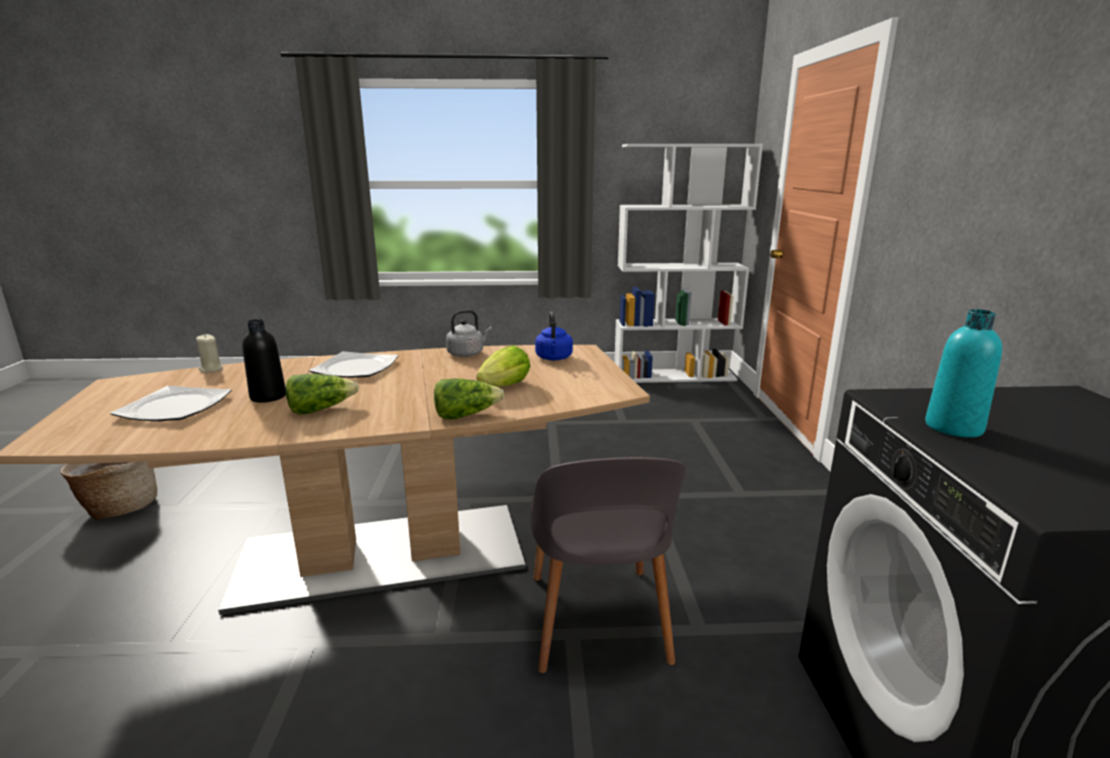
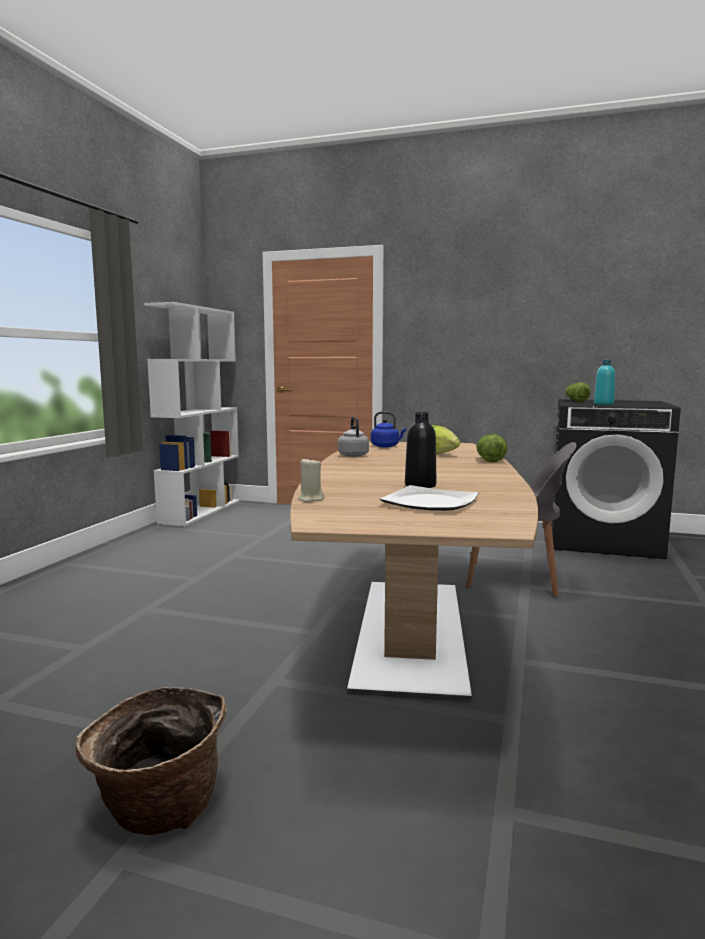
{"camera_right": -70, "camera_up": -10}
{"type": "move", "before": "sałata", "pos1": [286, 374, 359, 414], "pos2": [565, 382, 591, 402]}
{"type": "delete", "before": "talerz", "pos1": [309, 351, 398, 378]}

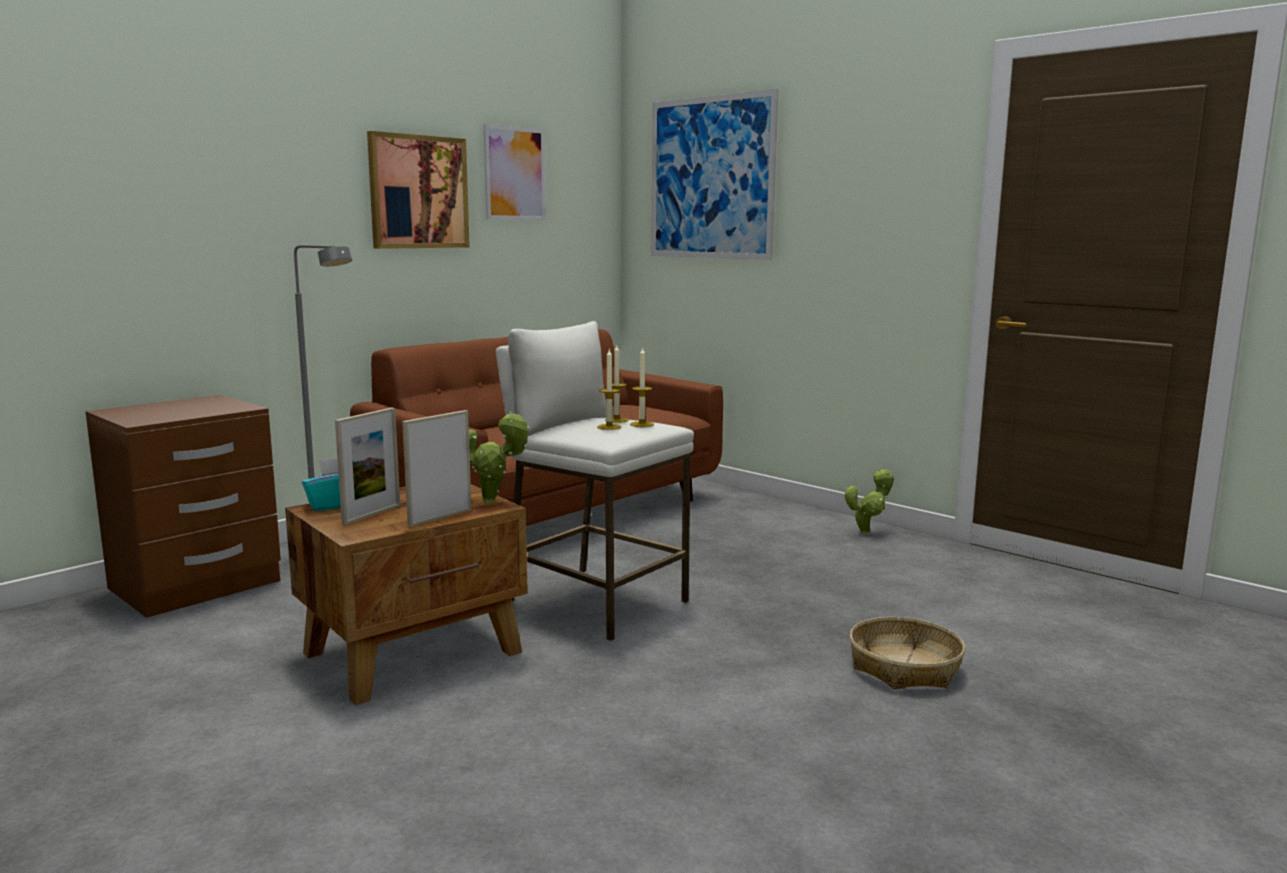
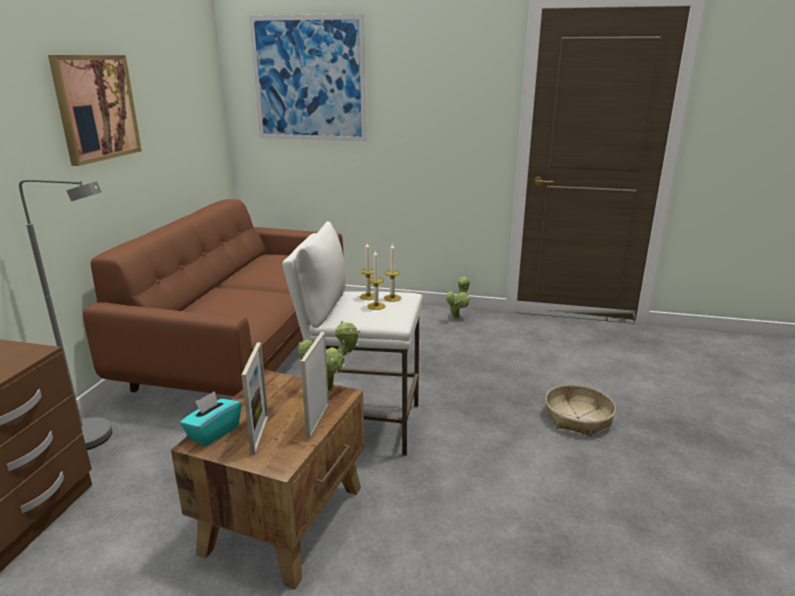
{"camera_right": -30, "camera_up": 10}
{"type": "delete", "before": "obraz", "pos1": [484, 124, 546, 220]}

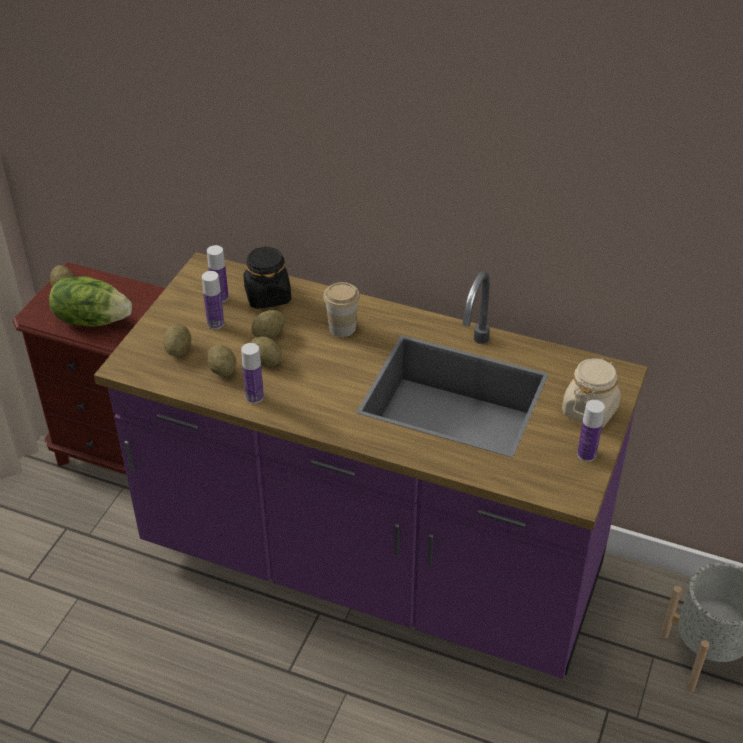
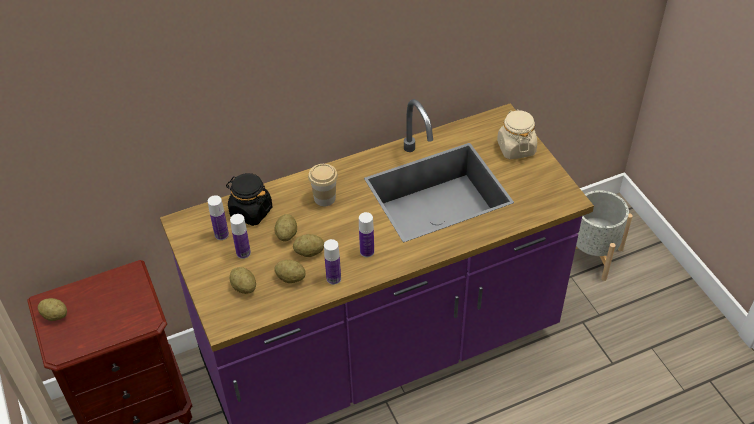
{"camera_right": -45, "camera_up": 5}
{"type": "move", "before": "butelka", "pos1": [577, 400, 605, 462], "pos2": [359, 212, 374, 257]}
{"type": "delete", "before": "sałata", "pos1": [49, 277, 132, 327]}

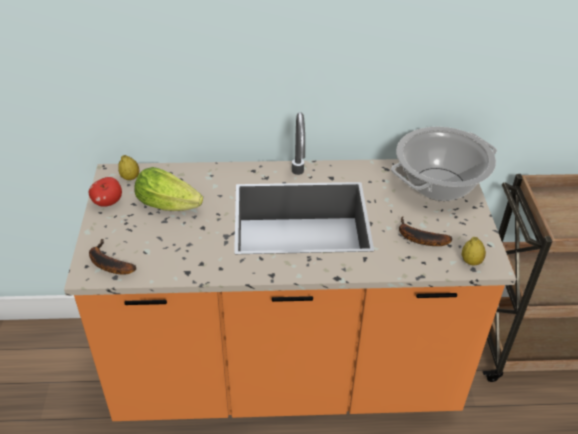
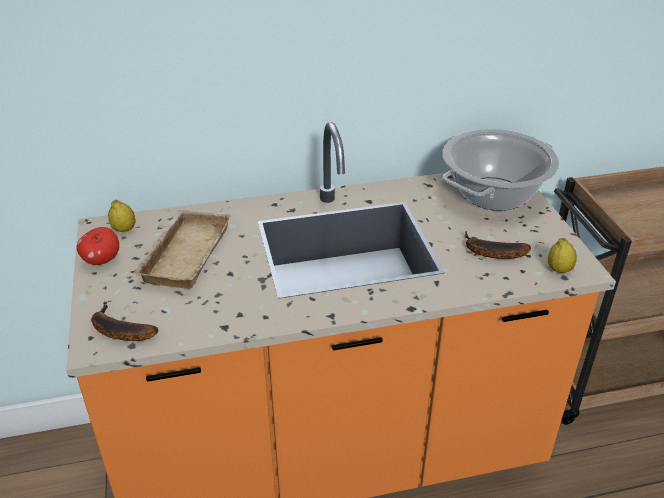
{"camera_right": -10, "camera_up": -5}
{"type": "replace", "before": "sałata", "after": "taca/beżowy", "pos1": [134, 167, 203, 211], "pos2": [133, 210, 231, 289]}

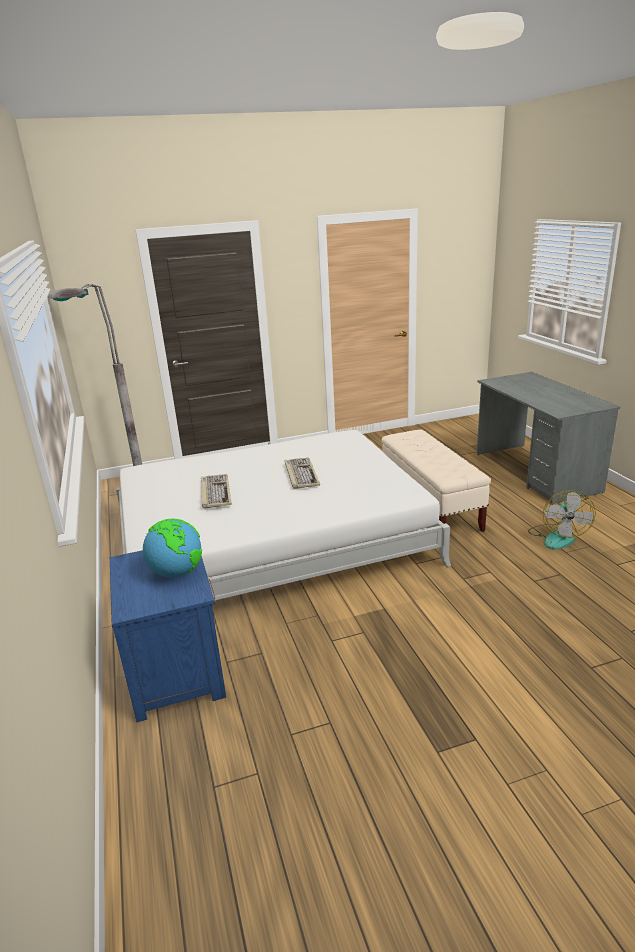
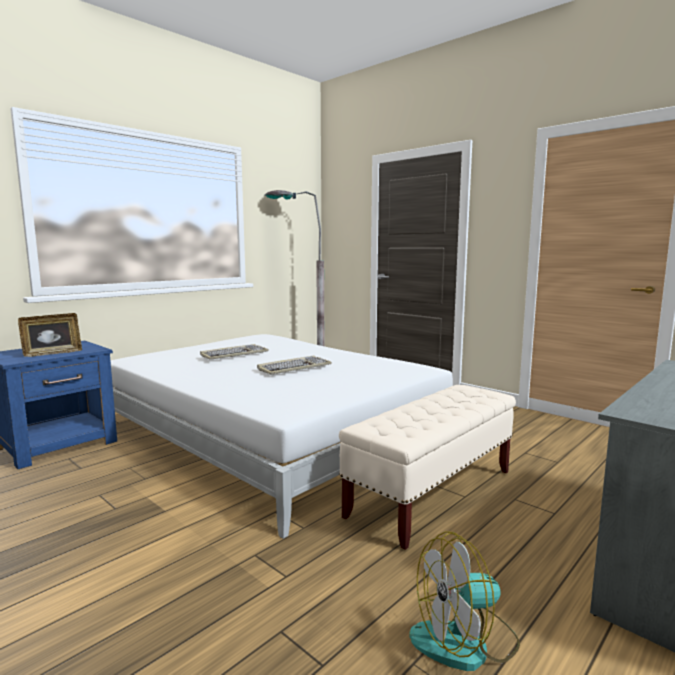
{"camera_right": 60, "camera_up": -15}
{"type": "replace", "before": "globus", "after": "ramka na zdjęcie", "pos1": [143, 519, 202, 578], "pos2": [18, 313, 82, 357]}

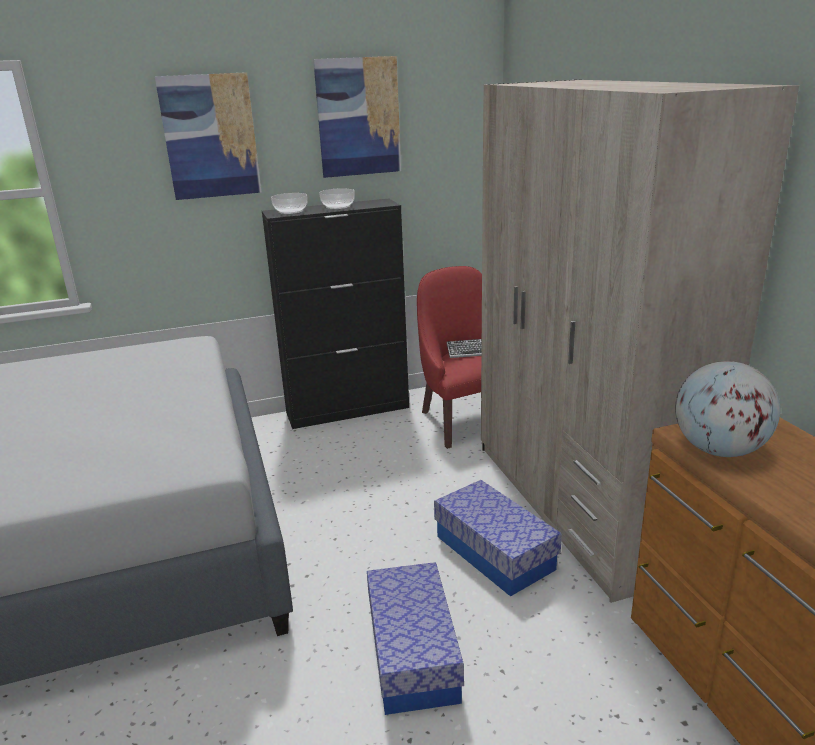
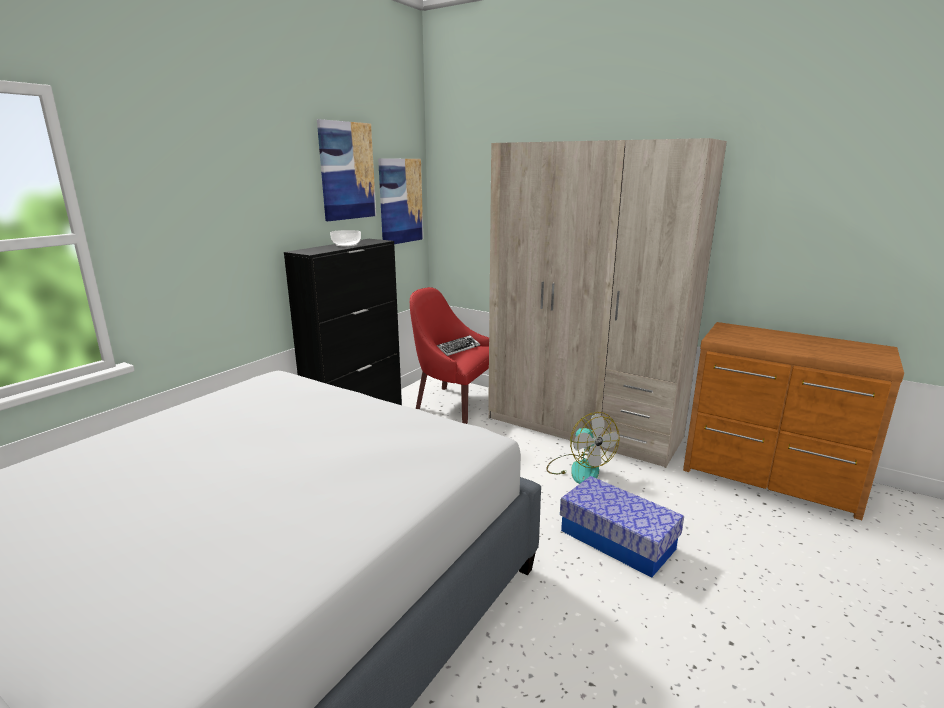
{"camera_right": -40, "camera_up": -5}
{"type": "move", "before": "obraz", "pos1": [155, 72, 262, 200], "pos2": [378, 158, 423, 244]}
{"type": "replace", "before": "pojemnik do przechowywania", "after": "wentylator", "pos1": [434, 480, 562, 597], "pos2": [546, 412, 619, 484]}
{"type": "delete", "before": "miska", "pos1": [271, 193, 308, 214]}
{"type": "delete", "before": "globus", "pos1": [675, 361, 780, 457]}

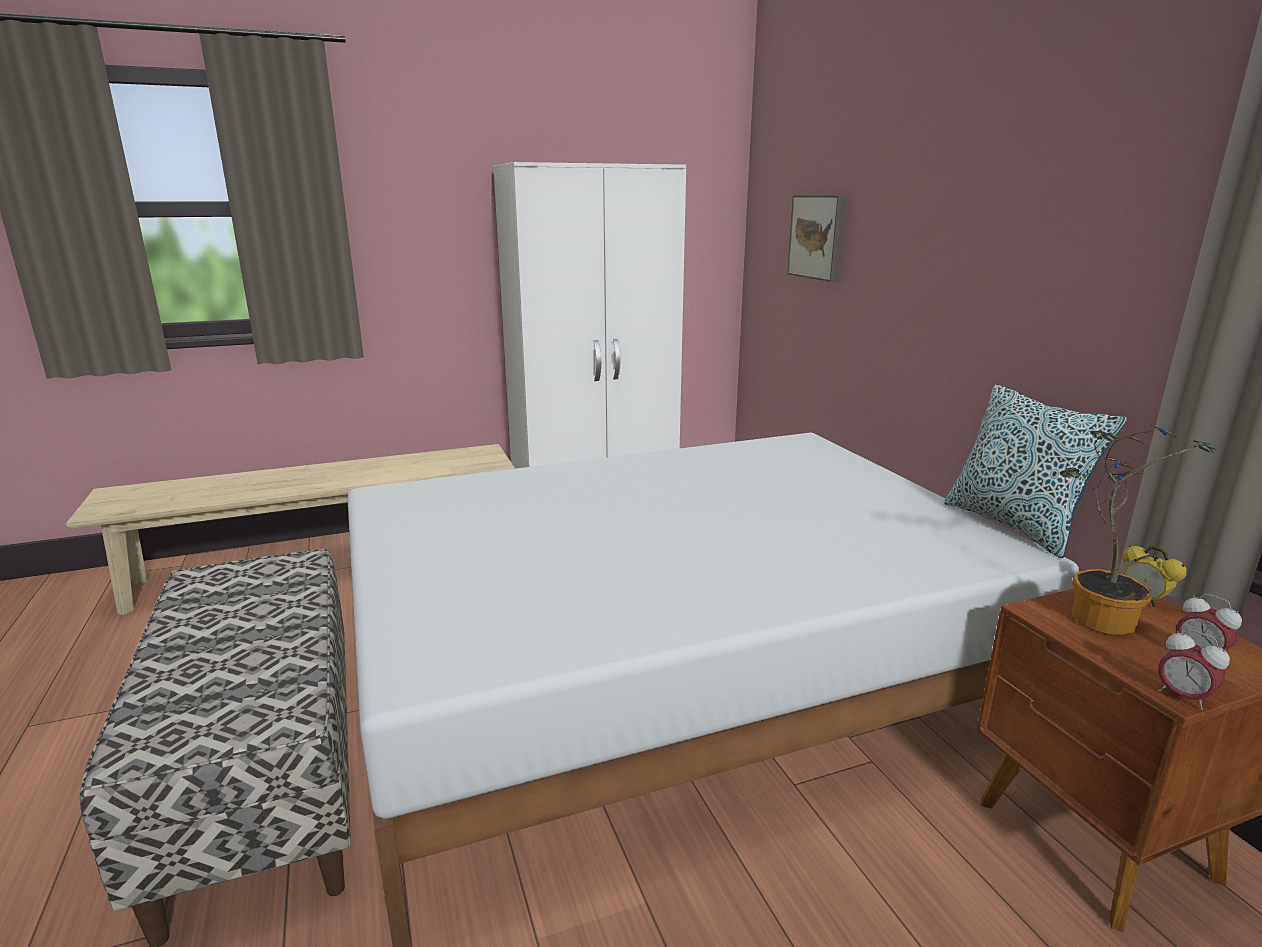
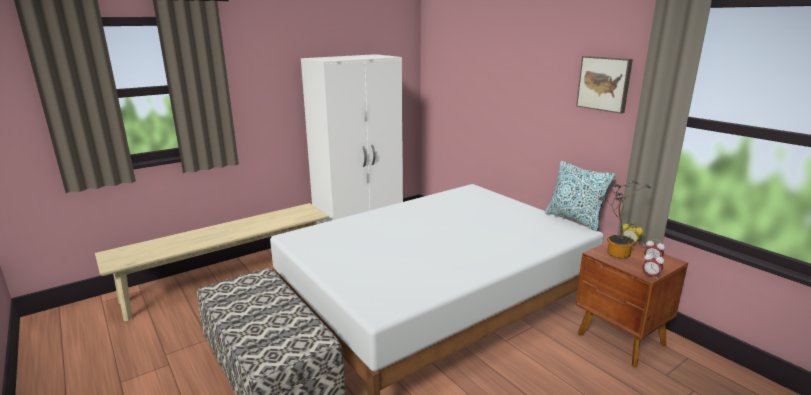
{"camera_right": -15, "camera_up": 0}
{"type": "move", "before": "obraz", "pos1": [787, 195, 847, 282], "pos2": [576, 56, 633, 114]}

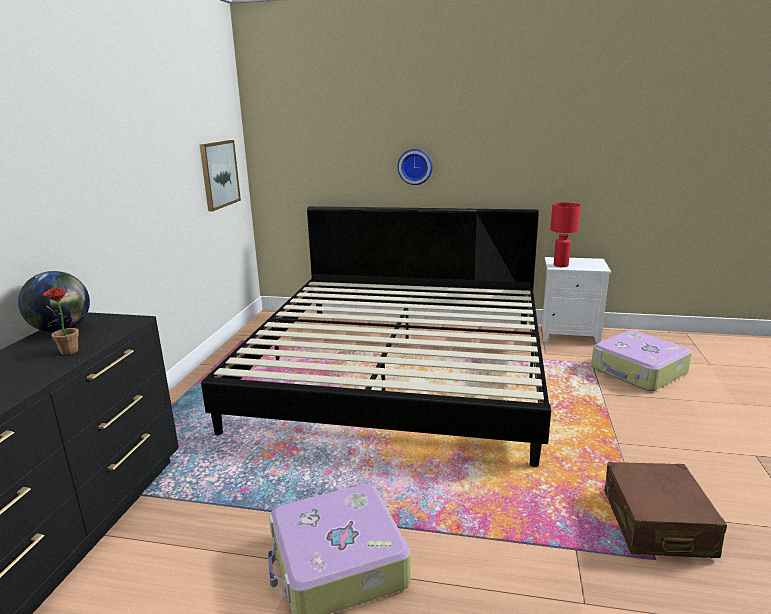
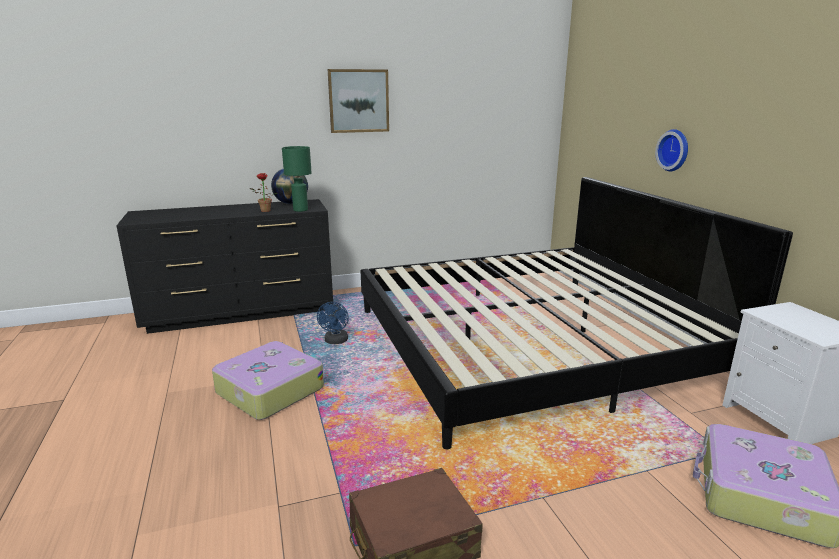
{"camera_right": 60, "camera_up": 0}
{"type": "insert", "after": "lampa stołowa/zielony", "pos2": [282, 146, 312, 212]}
{"type": "insert", "after": "wentylator/niebieski", "pos2": [317, 302, 349, 344]}
{"type": "move", "before": "obraz", "pos1": [200, 140, 241, 211], "pos2": [328, 69, 389, 133]}
{"type": "delete", "before": "lampa stołowa/czerwony", "pos1": [550, 203, 581, 267]}

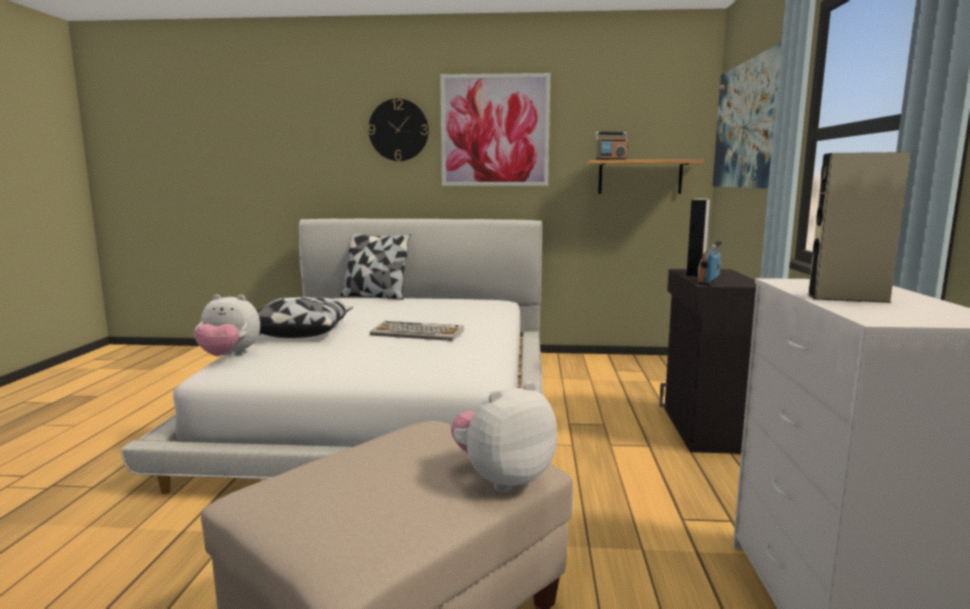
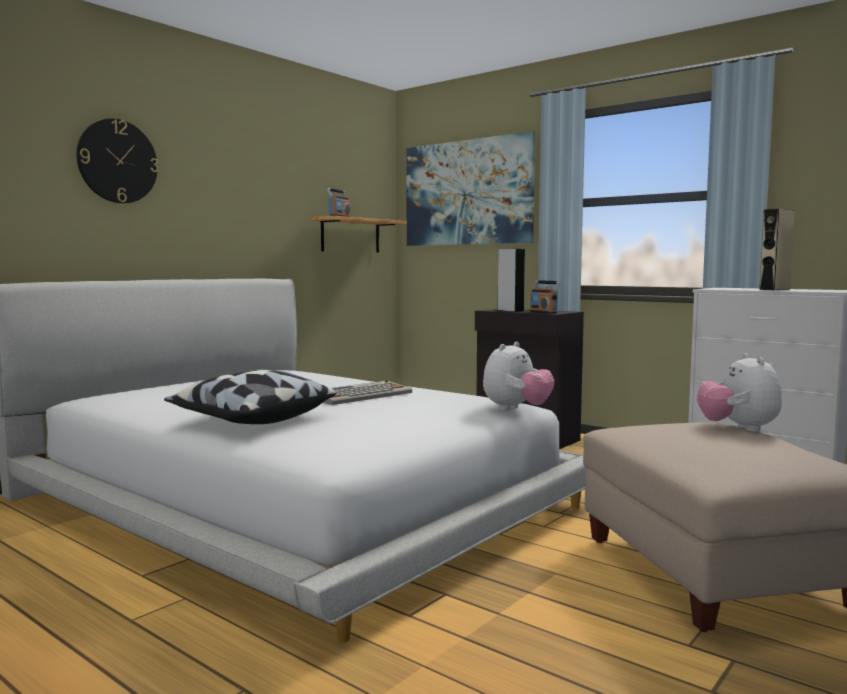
{"camera_right": -55, "camera_up": -5}
{"type": "move", "before": "pluszak", "pos1": [194, 294, 260, 356], "pos2": [483, 342, 554, 411]}
{"type": "delete", "before": "poduszka", "pos1": [340, 233, 411, 300]}
{"type": "delete", "before": "obraz", "pos1": [440, 73, 550, 186]}

